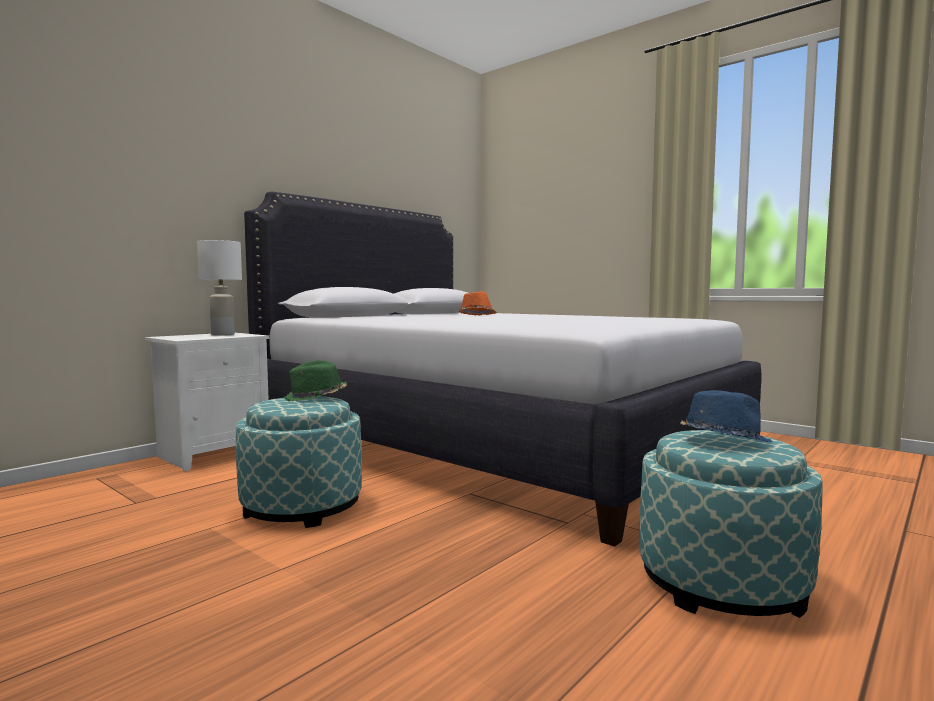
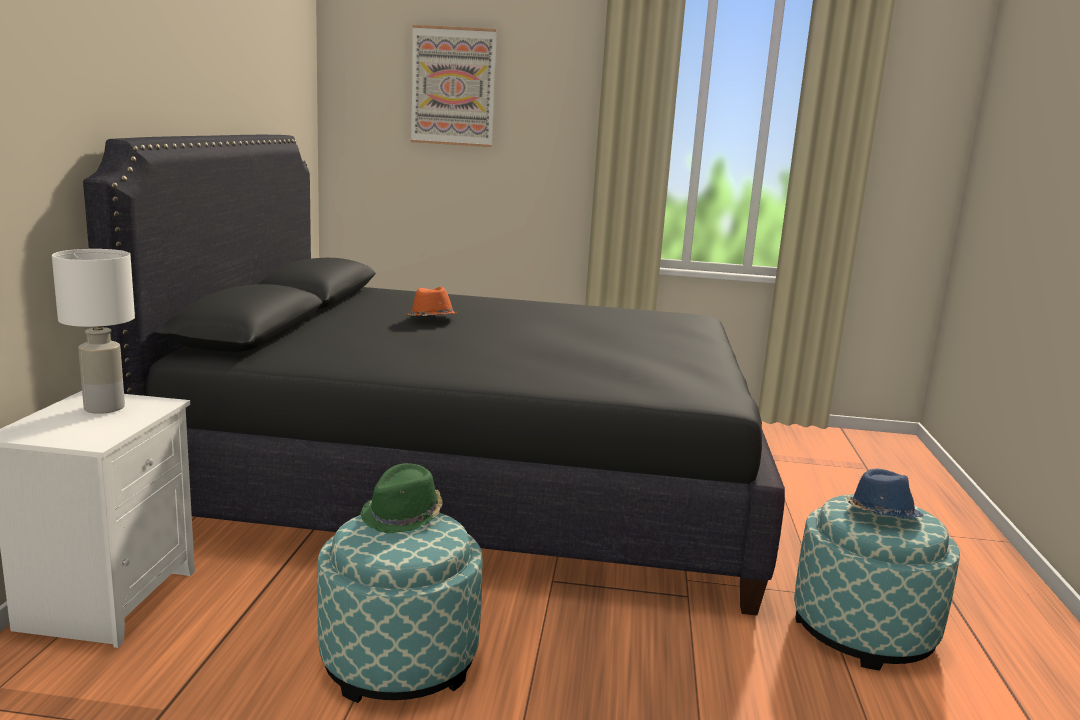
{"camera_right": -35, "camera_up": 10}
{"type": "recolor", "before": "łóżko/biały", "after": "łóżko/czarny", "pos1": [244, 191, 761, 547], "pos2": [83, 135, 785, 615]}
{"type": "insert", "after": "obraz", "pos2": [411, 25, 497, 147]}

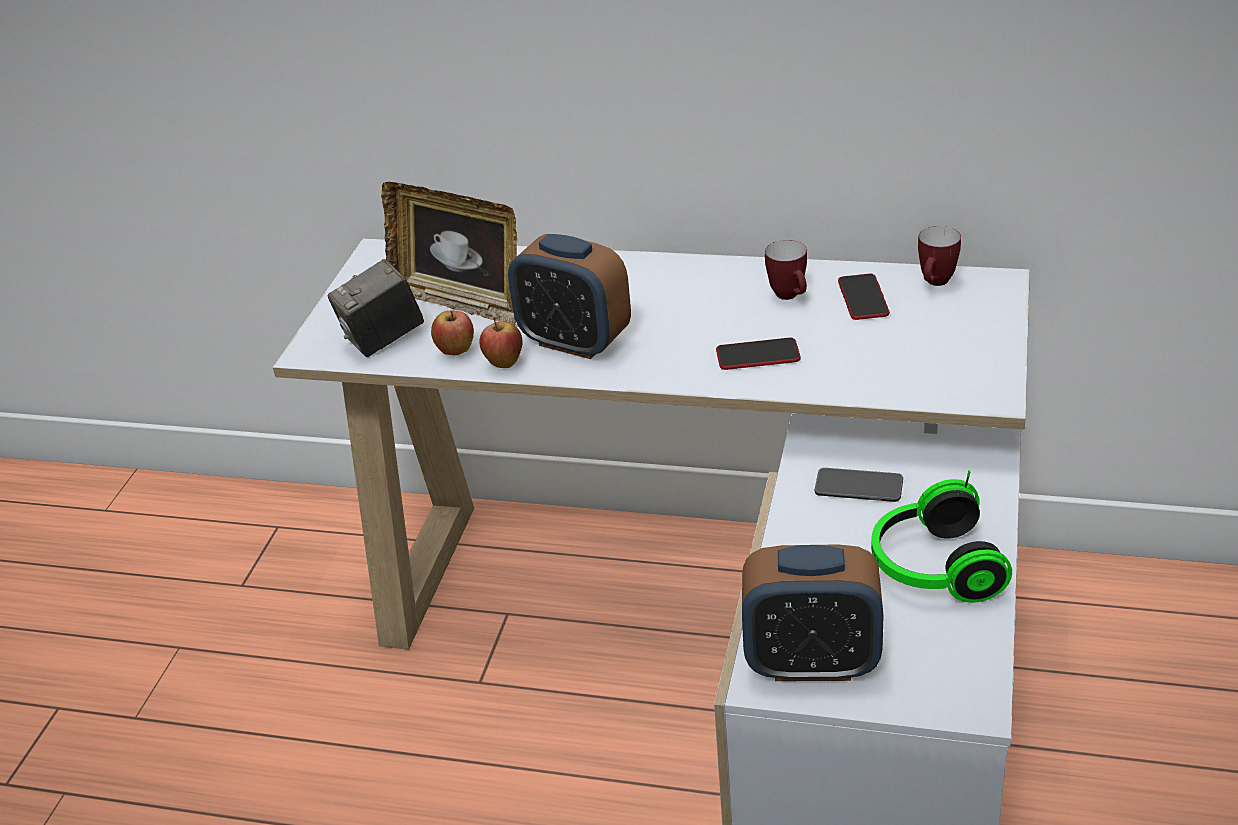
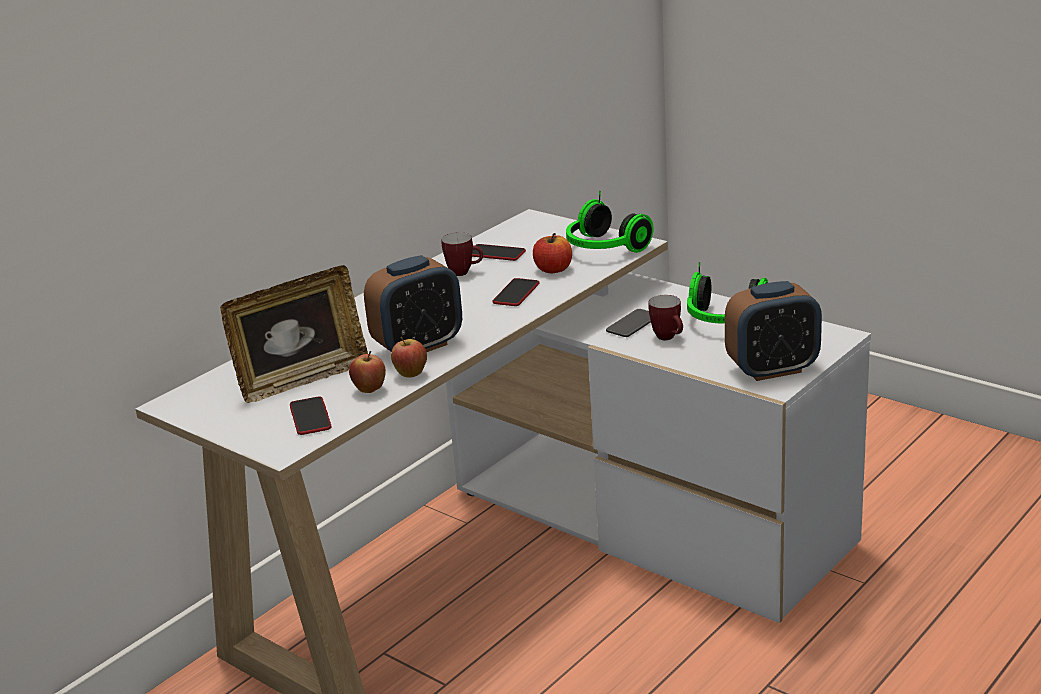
{"camera_right": -65, "camera_up": -10}
{"type": "replace", "before": "aparat fotograficzny", "after": "telefon", "pos1": [327, 259, 424, 357], "pos2": [290, 397, 332, 435]}
{"type": "insert", "after": "jabłko", "pos2": [533, 233, 572, 273]}
{"type": "insert", "after": "słuchawki", "pos2": [566, 190, 654, 253]}
{"type": "move", "before": "kubek", "pos1": [918, 226, 961, 286], "pos2": [648, 295, 683, 340]}
{"type": "rotate", "before": "budzik", "pos1": [742, 544, 884, 681], "pos2": [725, 281, 822, 381], "turn": 45}

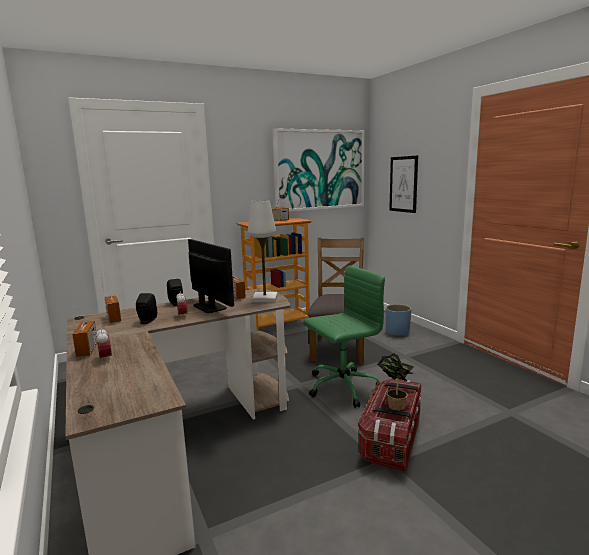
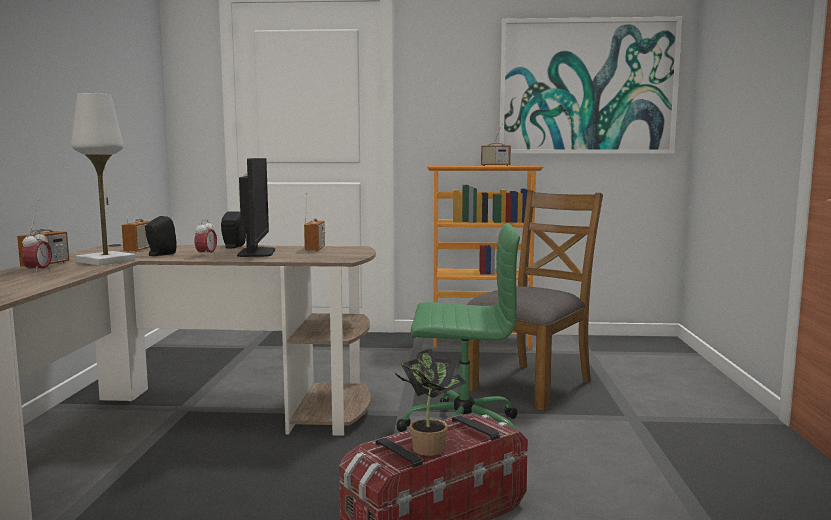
{"camera_right": 30, "camera_up": -5}
{"type": "move", "before": "lampa stołowa/biały", "pos1": [248, 200, 278, 303], "pos2": [71, 93, 136, 266]}
{"type": "delete", "before": "donica/niebieski", "pos1": [386, 304, 411, 336]}
{"type": "delete", "before": "obraz", "pos1": [389, 156, 418, 213]}

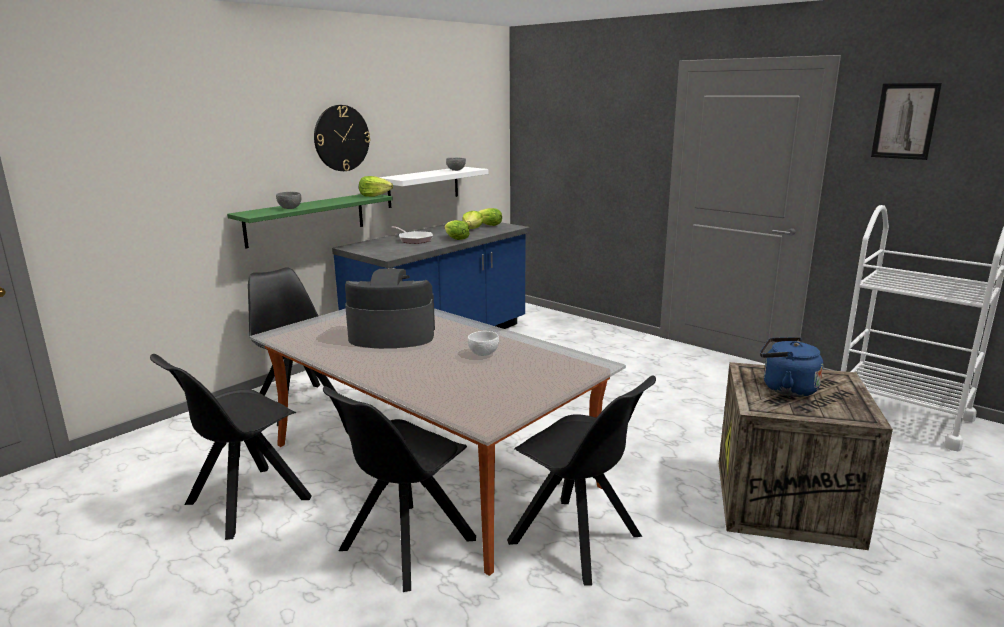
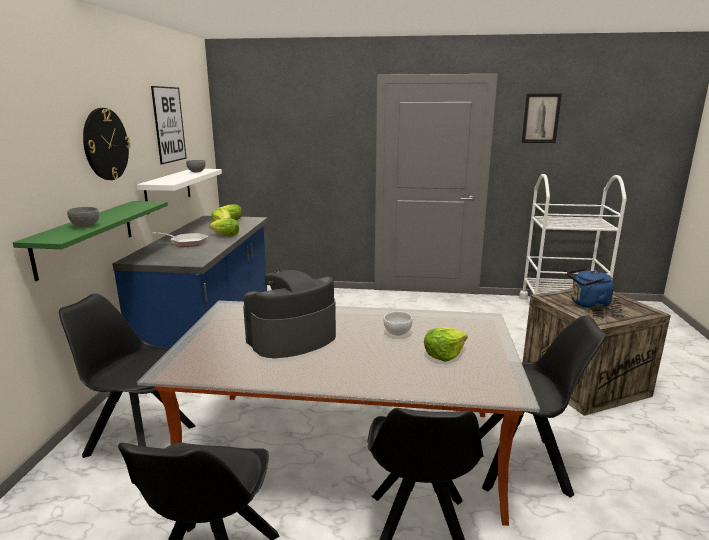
{"camera_right": -35, "camera_up": 0}
{"type": "insert", "after": "obraz", "pos2": [151, 86, 187, 164]}
{"type": "move", "before": "sałata", "pos1": [359, 176, 393, 197], "pos2": [424, 327, 467, 362]}

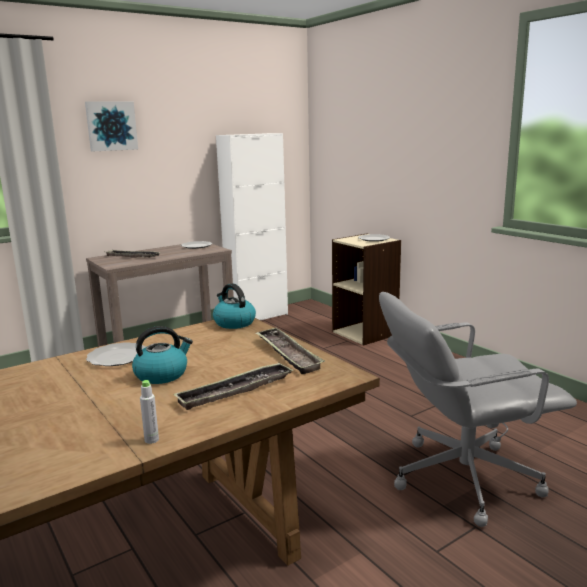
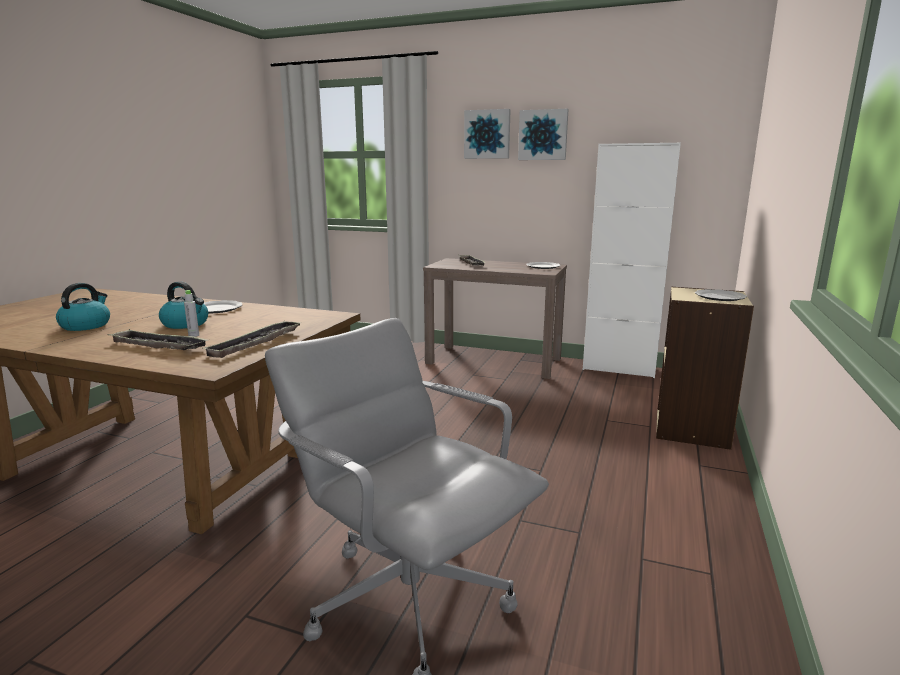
{"camera_right": 55, "camera_up": 0}
{"type": "move", "before": "czajnik", "pos1": [213, 283, 256, 329], "pos2": [56, 283, 110, 331]}
{"type": "move", "before": "butelka/szary", "pos1": [140, 380, 159, 444], "pos2": [184, 290, 199, 337]}
{"type": "insert", "after": "obraz", "pos2": [518, 109, 568, 160]}

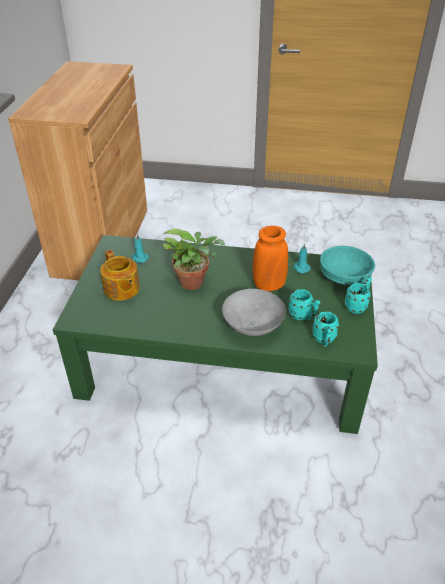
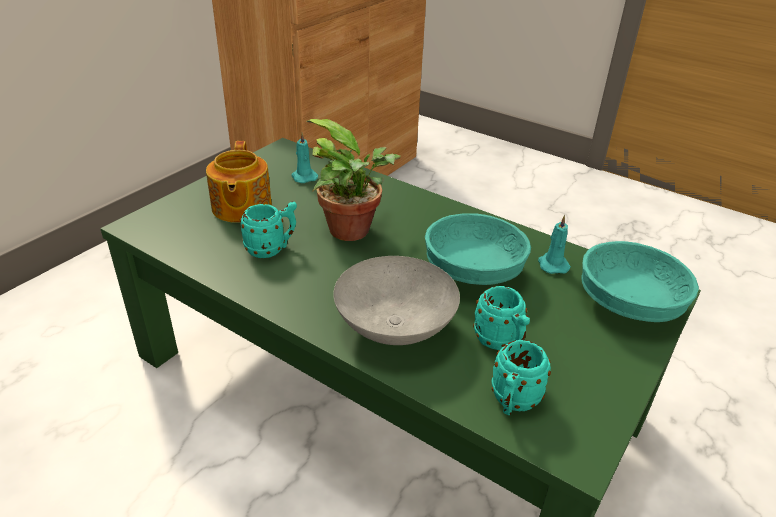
{"camera_right": 25, "camera_up": -5}
{"type": "move", "before": "kubek/turkusowy", "pos1": [344, 277, 372, 314], "pos2": [240, 202, 297, 258]}
{"type": "replace", "before": "wazon/pomarańczowy", "after": "miska/turkusowy", "pos1": [252, 226, 288, 291], "pos2": [425, 213, 531, 285]}

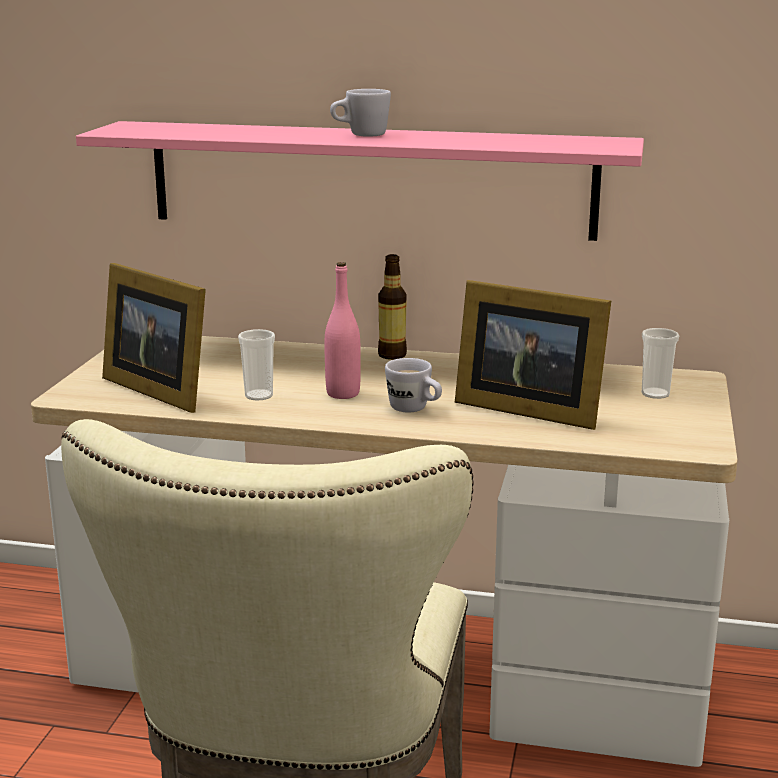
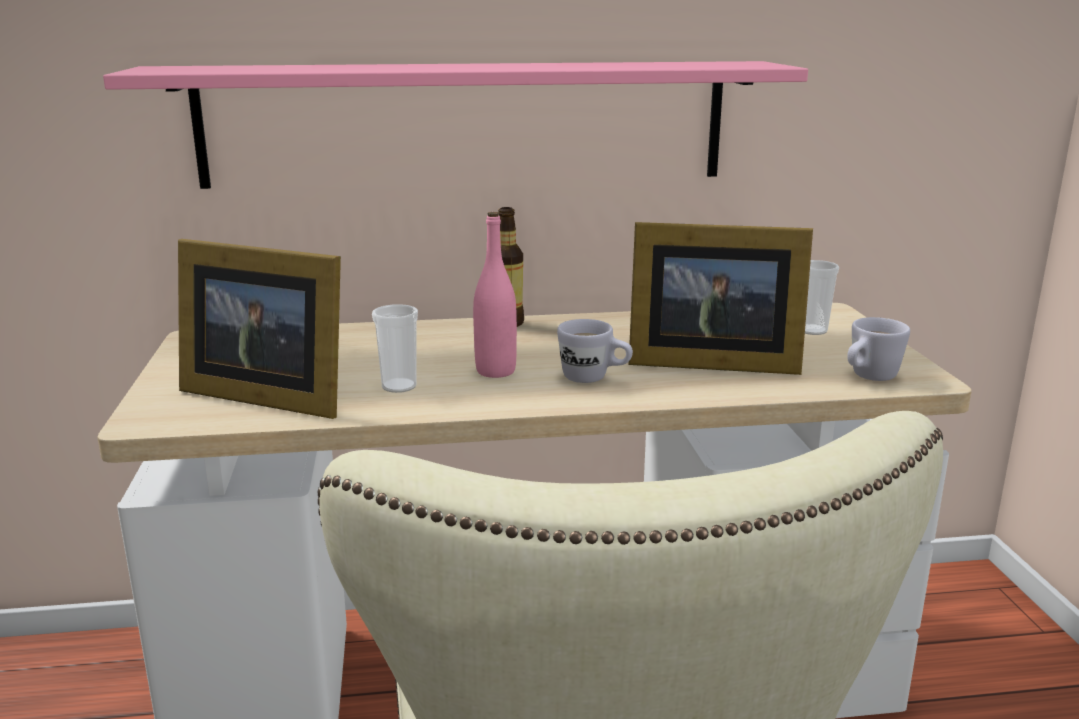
{"camera_right": -20, "camera_up": 0}
{"type": "move", "before": "kubek/biały", "pos1": [330, 89, 391, 137], "pos2": [847, 317, 910, 381]}

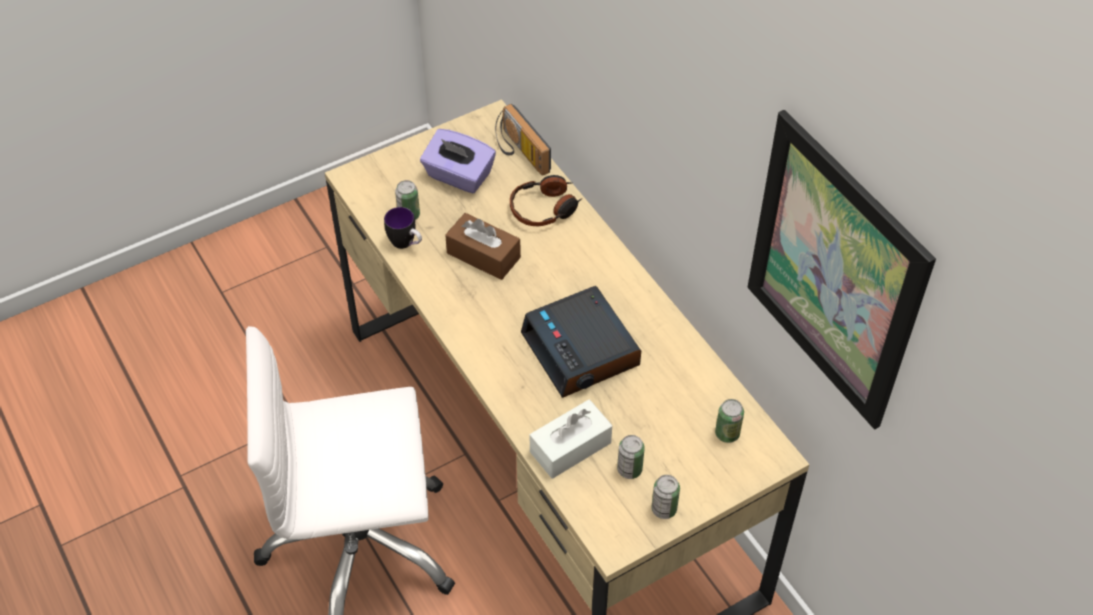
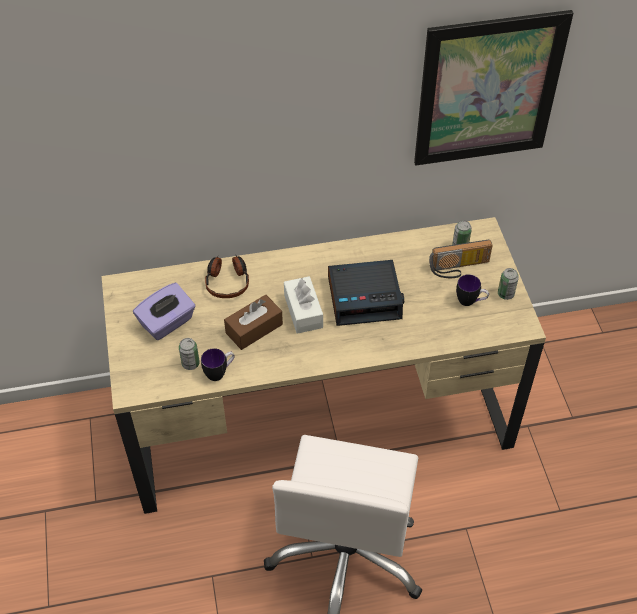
{"camera_right": -70, "camera_up": 0}
{"type": "move", "before": "pudełko chusteczek/biały", "pos1": [530, 400, 612, 479], "pos2": [284, 276, 323, 334]}
{"type": "move", "before": "radio", "pos1": [495, 104, 551, 176], "pos2": [429, 240, 493, 278]}
{"type": "replace", "before": "puszka", "after": "kubek", "pos1": [617, 435, 645, 479], "pos2": [456, 274, 489, 306]}

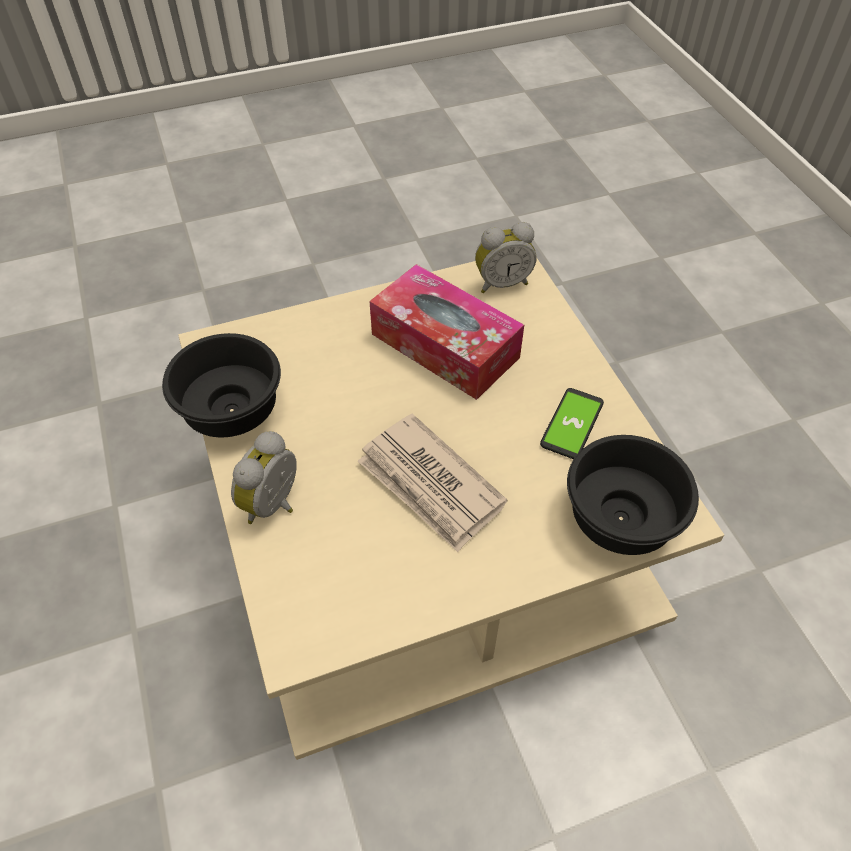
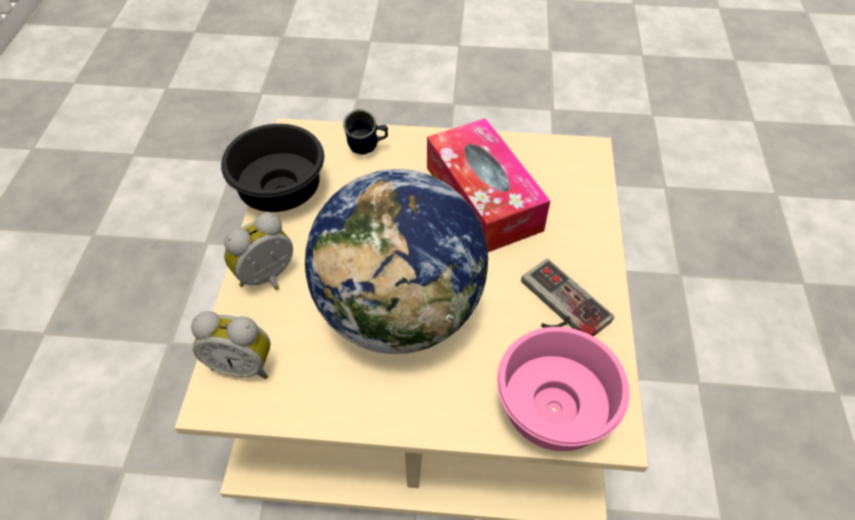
{"camera_right": 25, "camera_up": 0}
{"type": "move", "before": "budzik", "pos1": [475, 222, 537, 293], "pos2": [191, 311, 271, 379]}
{"type": "replace", "before": "gazeta", "after": "globus", "pos1": [357, 413, 507, 552], "pos2": [305, 169, 488, 354]}
{"type": "insert", "after": "kubek/niebieski", "pos2": [343, 109, 388, 155]}
{"type": "recolor", "before": "miska/czarny", "after": "miska/różowy", "pos1": [567, 435, 699, 555], "pos2": [497, 327, 629, 451]}
{"type": "replace", "before": "telefon", "after": "pad do gier", "pos1": [540, 388, 604, 459], "pos2": [521, 259, 614, 337]}

